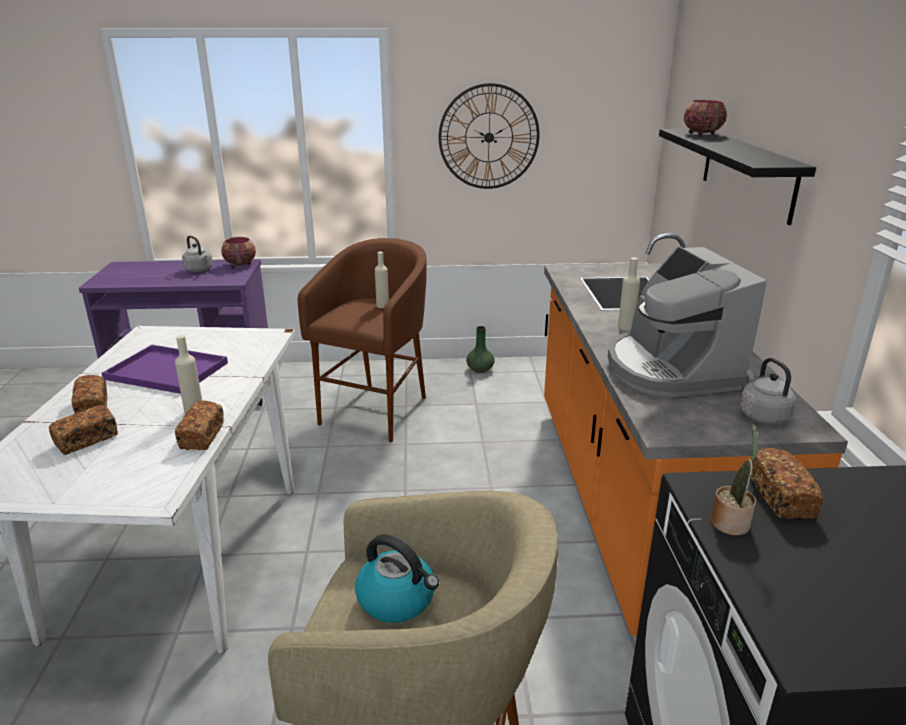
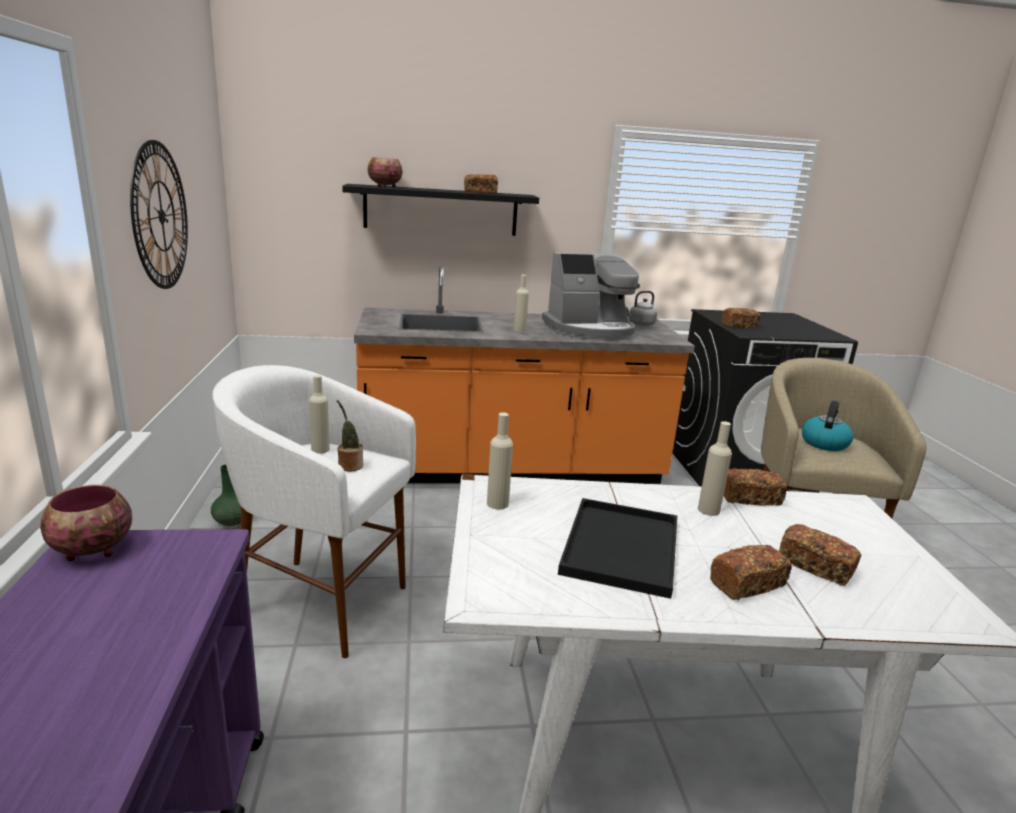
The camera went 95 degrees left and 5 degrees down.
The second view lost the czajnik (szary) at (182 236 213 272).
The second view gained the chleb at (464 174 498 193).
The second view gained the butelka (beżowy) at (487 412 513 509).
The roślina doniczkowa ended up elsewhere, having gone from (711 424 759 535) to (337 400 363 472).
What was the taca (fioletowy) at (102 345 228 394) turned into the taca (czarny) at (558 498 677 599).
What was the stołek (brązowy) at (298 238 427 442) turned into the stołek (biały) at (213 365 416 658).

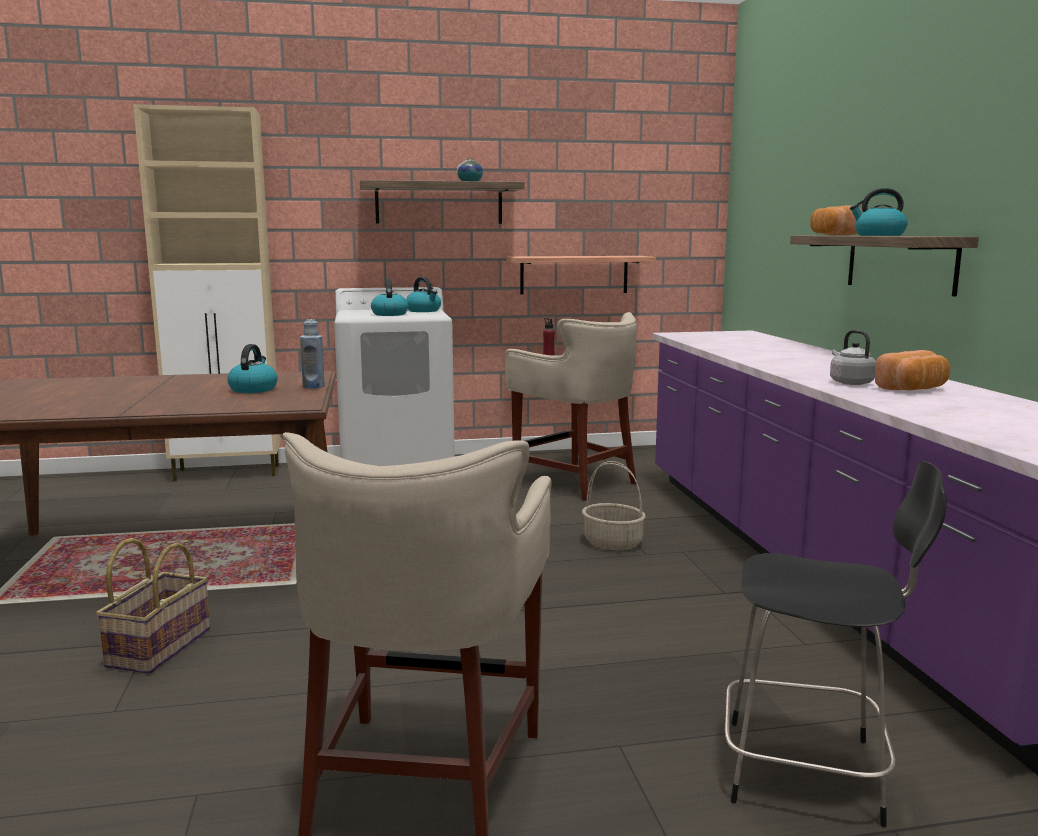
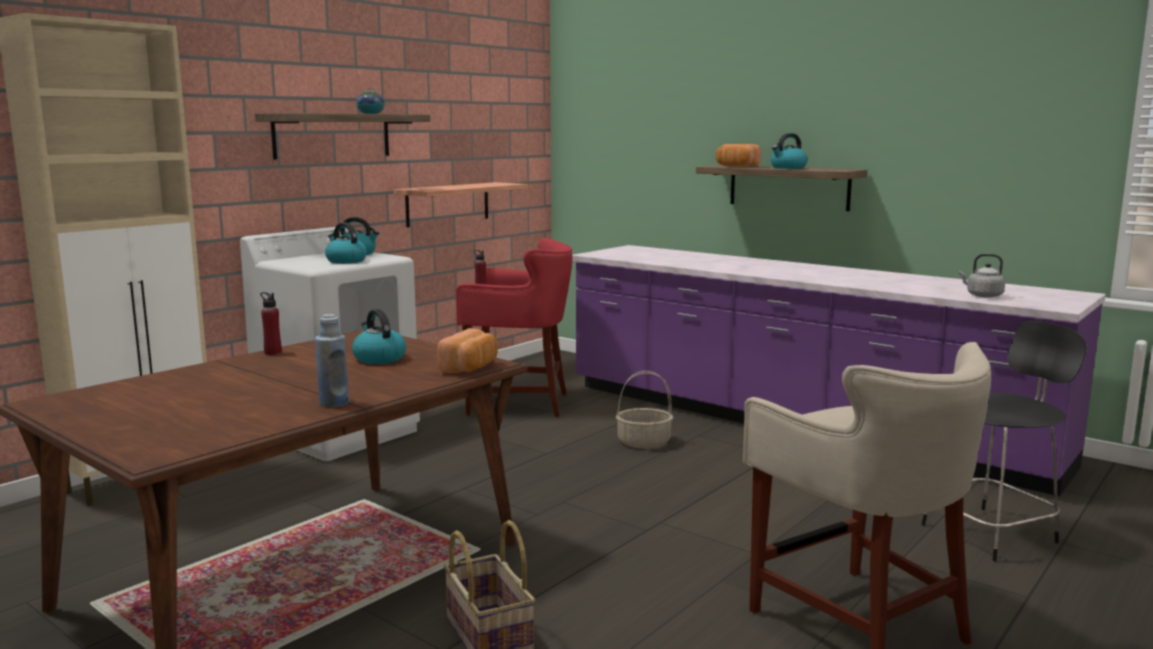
The camera went 40 degrees left and 0 degrees up.
The second view gained the butelka (czerwony) at (260 292 282 355).
The butelka (niebieski) ended up elsewhere, having gone from (300 319 325 389) to (315 314 349 407).
The czajnik (szary) ended up elsewhere, having gone from (830 330 876 385) to (959 254 1005 298).
The chleb ended up elsewhere, having gone from (875 350 950 391) to (437 328 498 373).
What was the stołek (beżowy) at (505 312 637 501) turned into the stołek (czerwony) at (456 238 572 417).

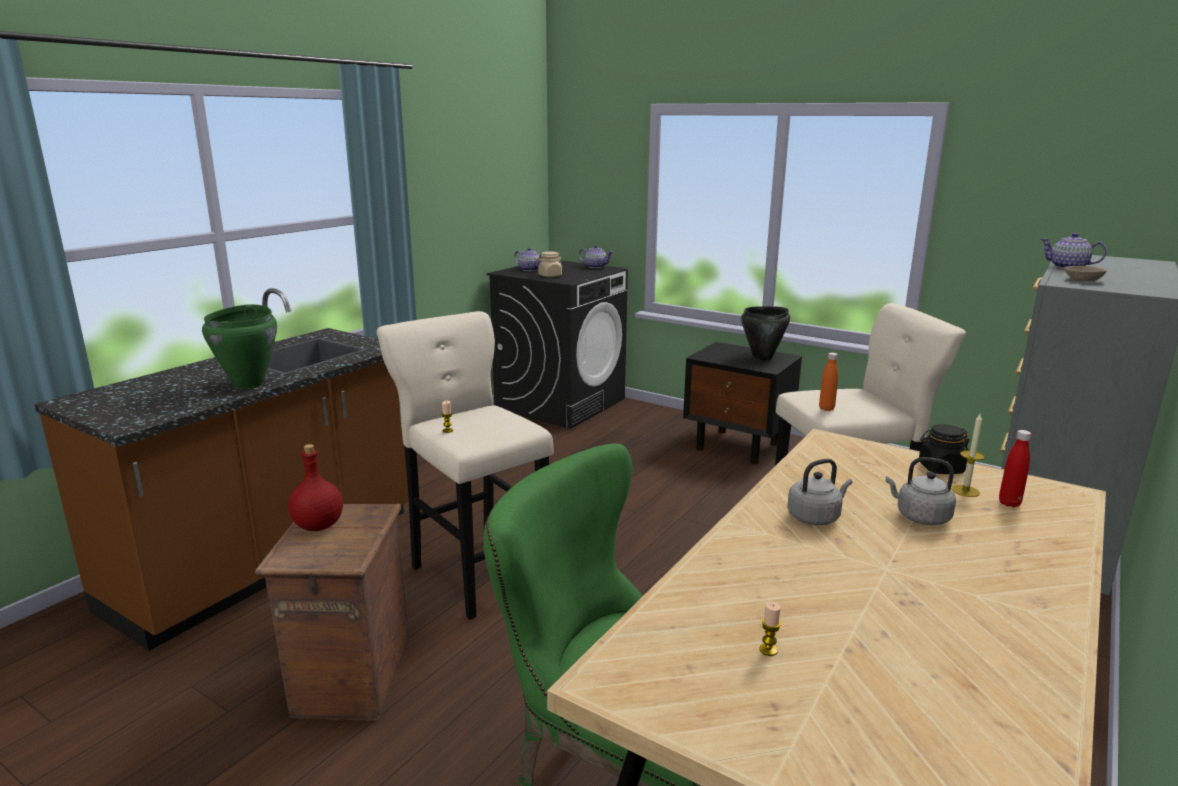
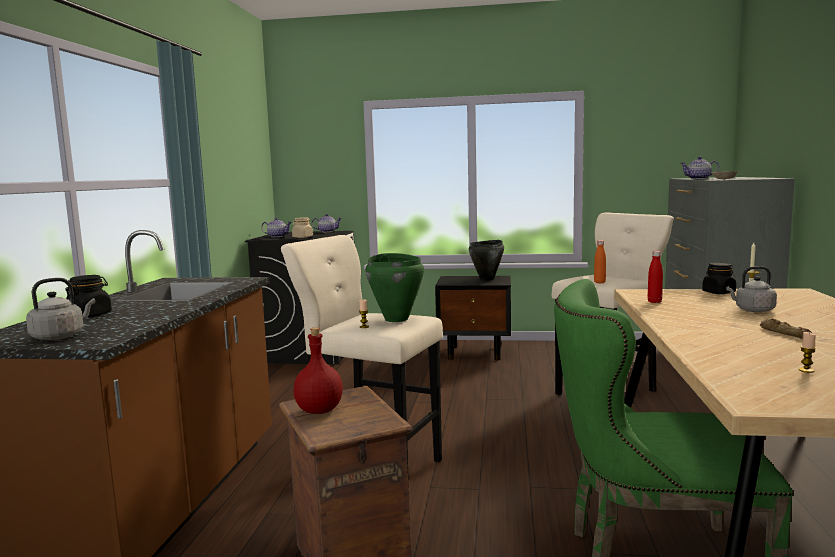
The camera went 25 degrees left and 10 degrees down.
The second view gained the słoik (czarny) at (65 275 112 317).
The second view gained the chleb at (760 318 812 339).
The garnek (zielony) ended up elsewhere, having gone from (202 304 277 389) to (366 253 424 322).
The czajnik (szary) ended up elsewhere, having gone from (787 459 852 525) to (26 278 95 340).
The butelka (czerwony) ended up elsewhere, having gone from (999 430 1032 507) to (648 251 663 303).

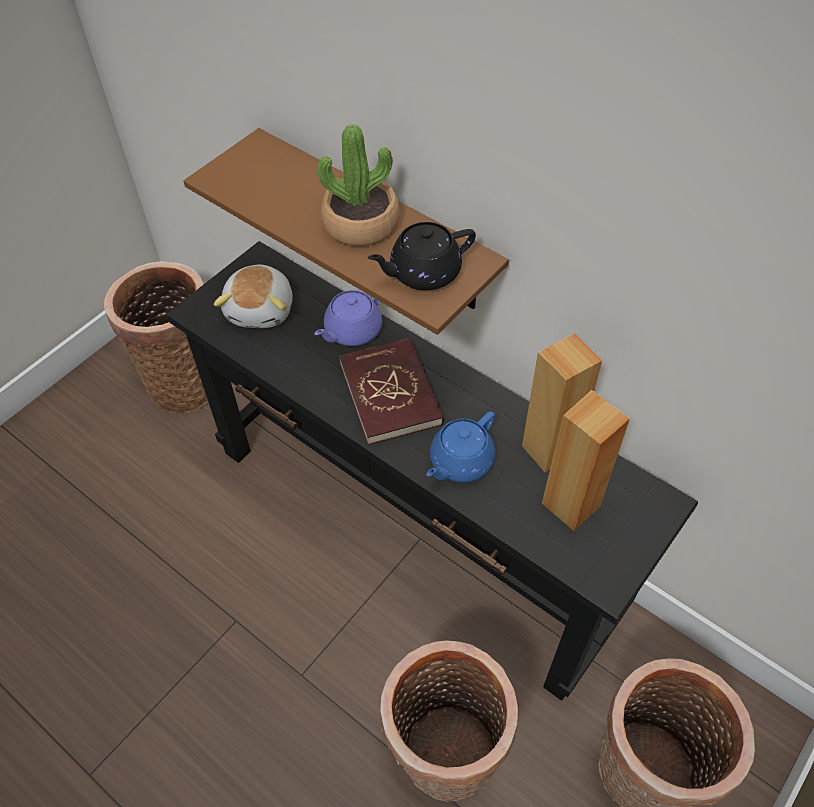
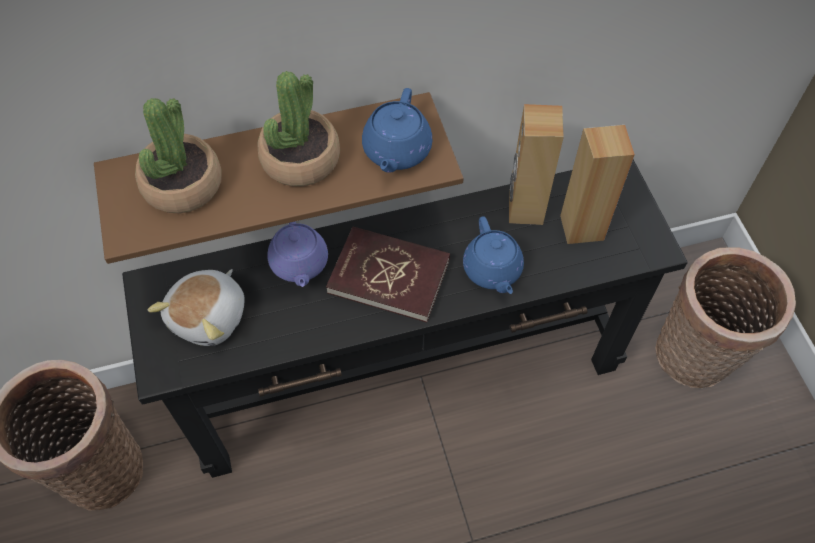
The camera went 55 degrees left and 5 degrees up.
The second view lost the koszyk at (380 640 519 802).
The second view gained the roślina doniczkowa at (135 98 222 213).
What was the imbryk (czarny) at (368 222 476 290) turned into the imbryk (niebieski) at (362 88 432 173).
The pluszak at (214 265 292 328) ended up facing another way, 75 degrees clockwise from before.

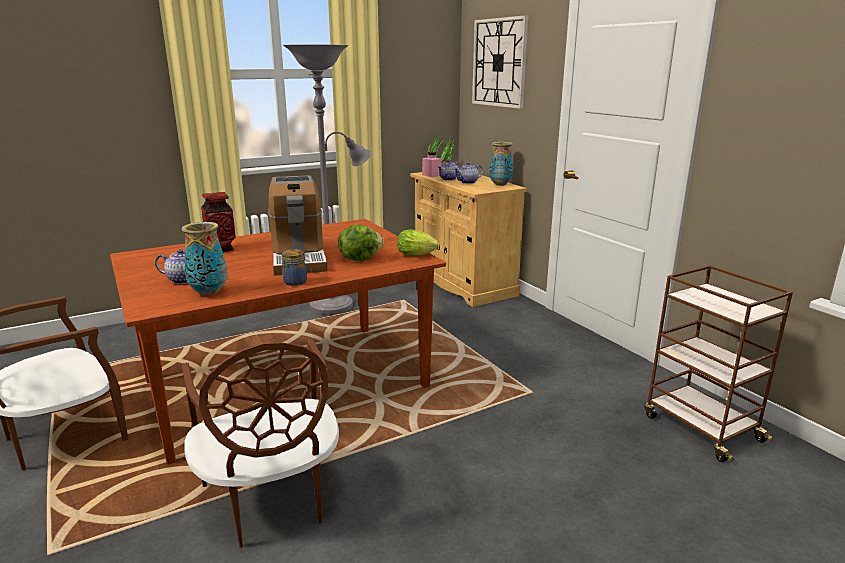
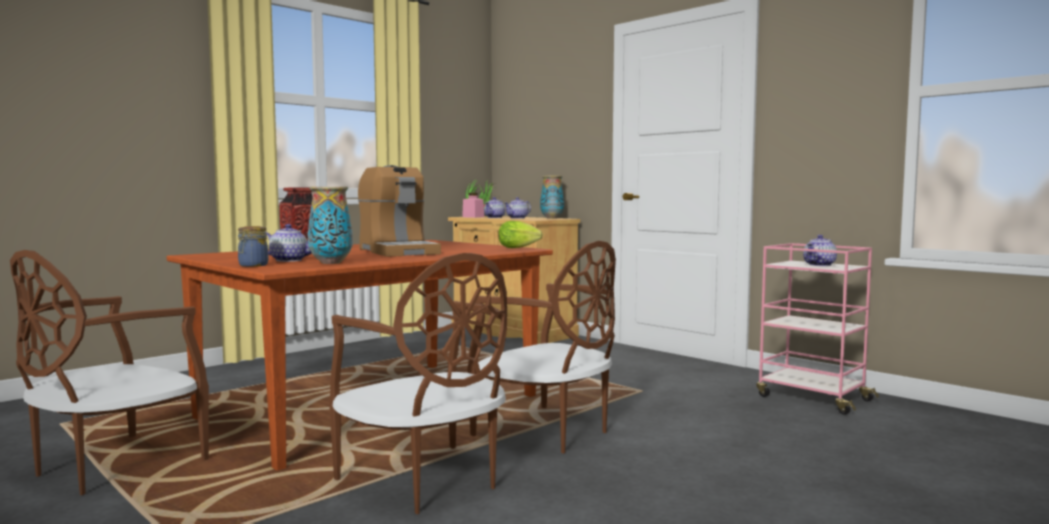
The camera went 15 degrees left and 15 degrees down.
The second view lost the lampa stojąca (szary) at (283 44 371 315).
The second view lost the sałata at (338 225 384 261).
The second view lost the zegar ścienny at (472 15 528 109).
The second view gained the krzesło (brązowy) at (467 241 616 454).
The second view gained the imbryk at (803 235 837 266).
The słoik ended up elsewhere, having gone from (282 249 307 286) to (238 226 268 267).
What was the wózek (brązowy) at (645 265 793 462) turned into the wózek (różowy) at (756 243 879 415).

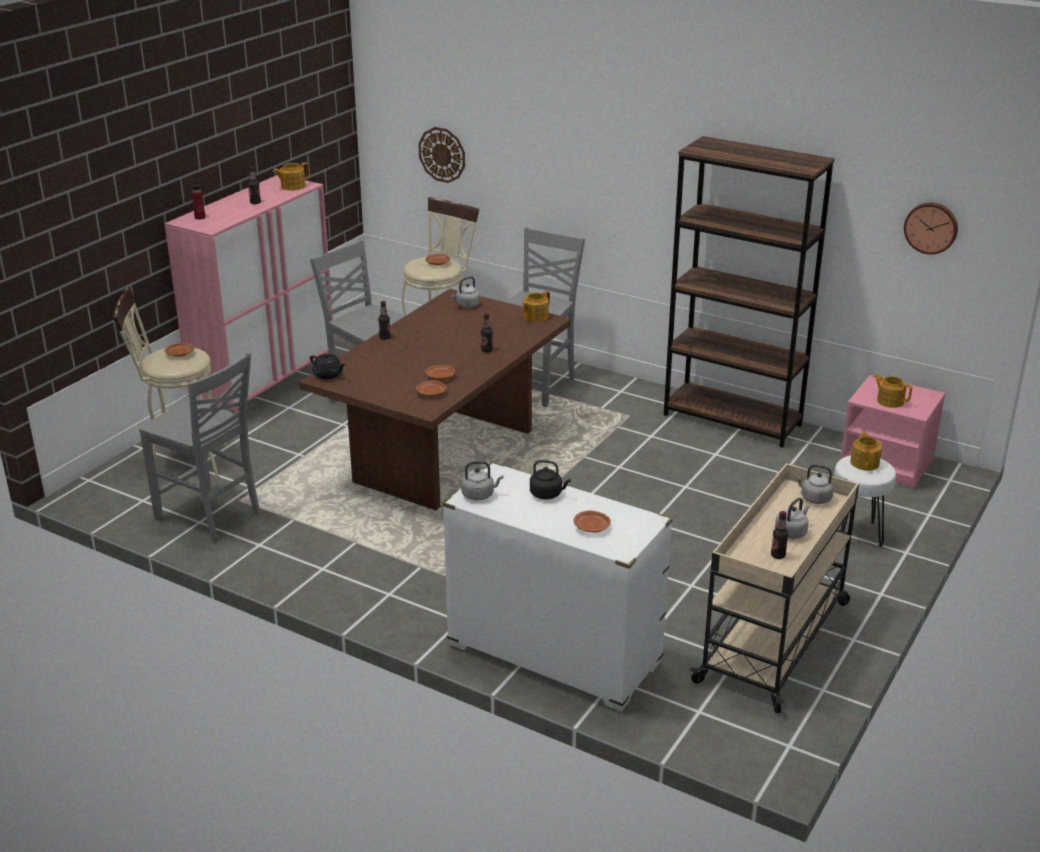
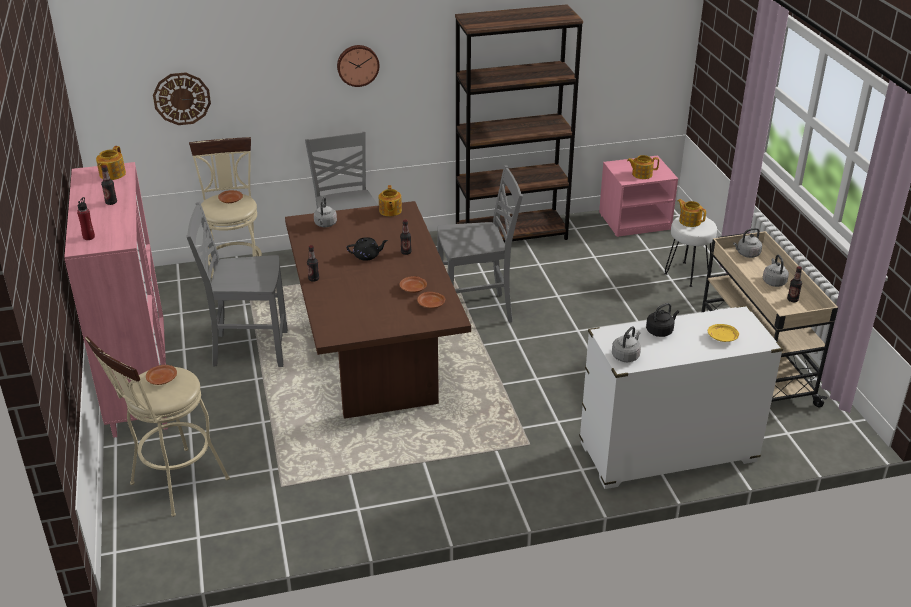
The camera went 45 degrees left and 5 degrees up.
The krzesło (szary) ended up elsewhere, having gone from (139 352 260 543) to (437 165 523 322).
The imbryk (czarny) ended up elsewhere, having gone from (310 354 345 379) to (346 237 388 261).
The zegar ścienny ended up elsewhere, having gone from (904 202 958 255) to (337 45 379 87).
What was the talerz (brązowy) at (574 511 611 533) turned into the talerz (żółty) at (708 324 739 342).

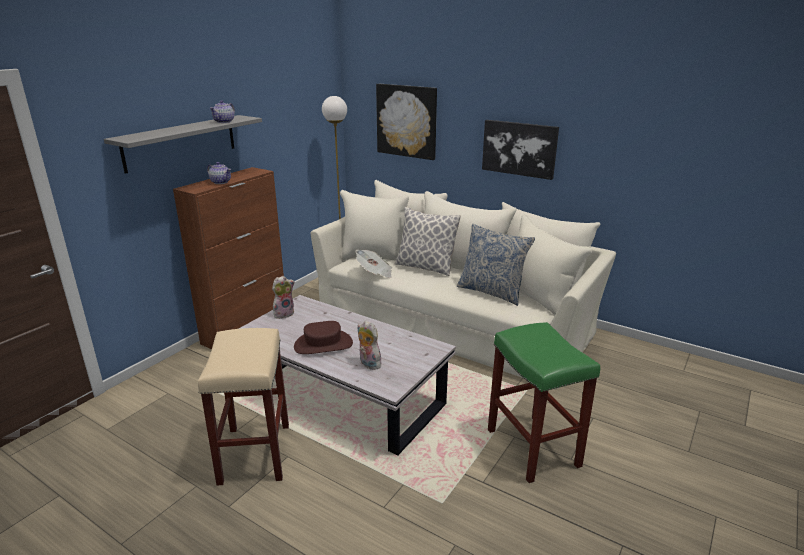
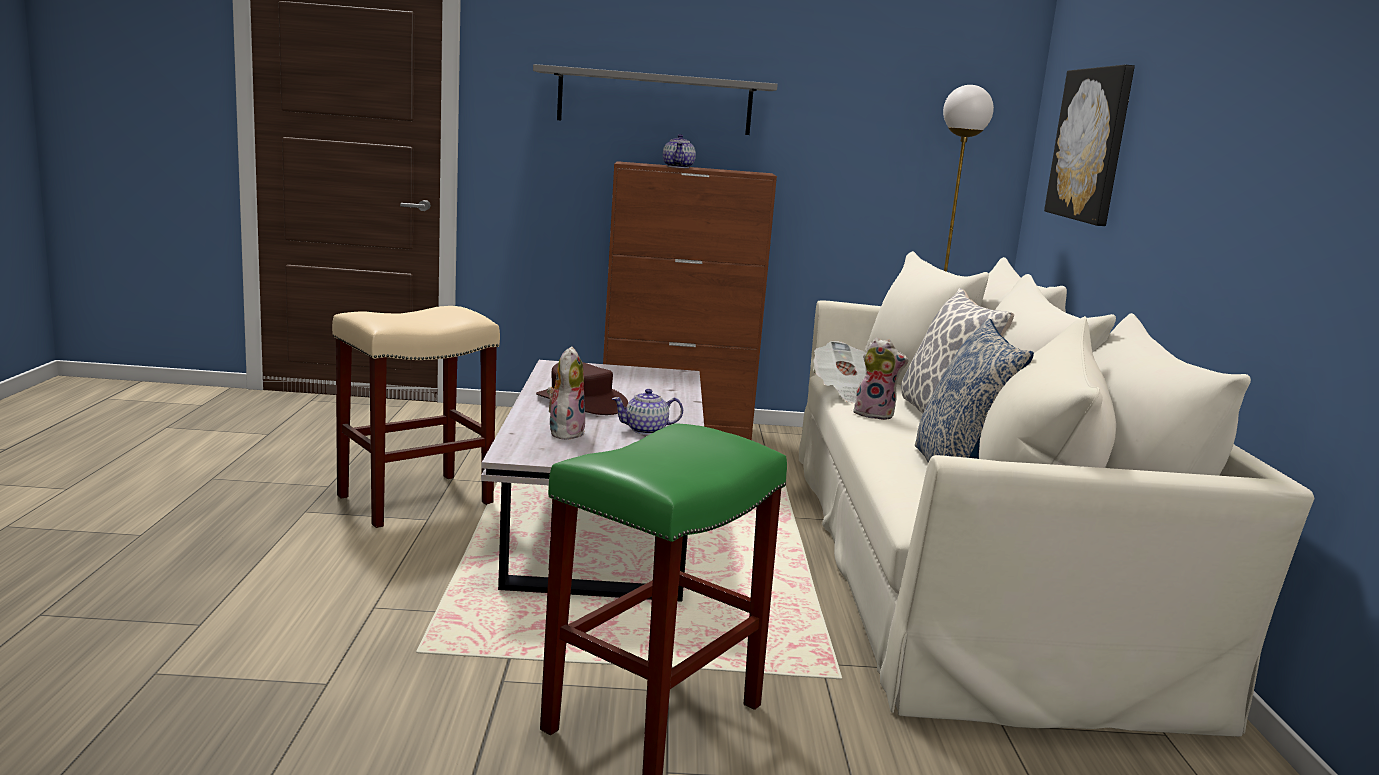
The camera went 55 degrees right and 10 degrees down.
The second view lost the obraz at (482 120 559 180).
The imbryk ended up elsewhere, having gone from (210 100 235 123) to (612 389 683 435).
The pluszak ended up elsewhere, having gone from (272 276 295 319) to (853 338 909 420).

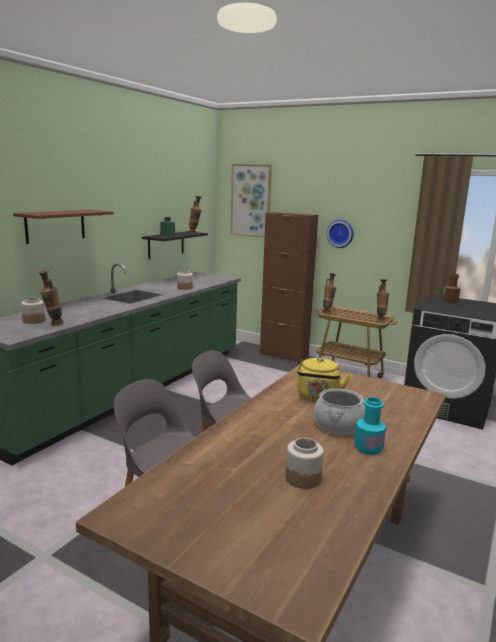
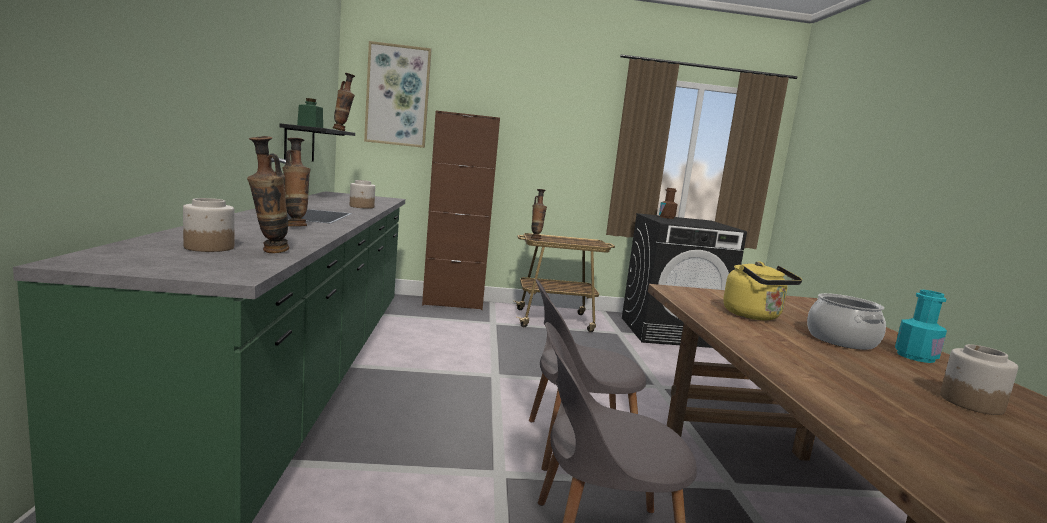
The camera went 35 degrees left and 5 degrees down.
The second view lost the półka (brązowy) at (13 210 114 244).
The second view lost the zegar ścienny at (327 220 354 248).
The wazon ended up elsewhere, having gone from (377 279 389 321) to (283 138 310 226).

